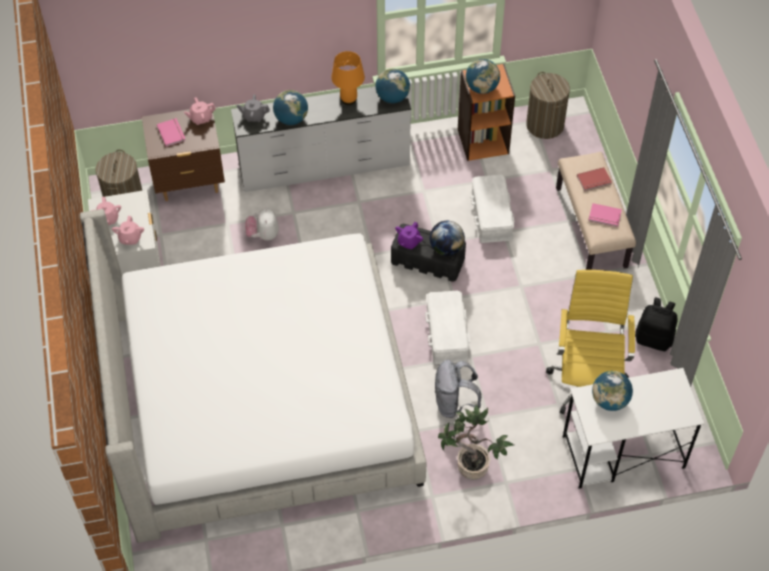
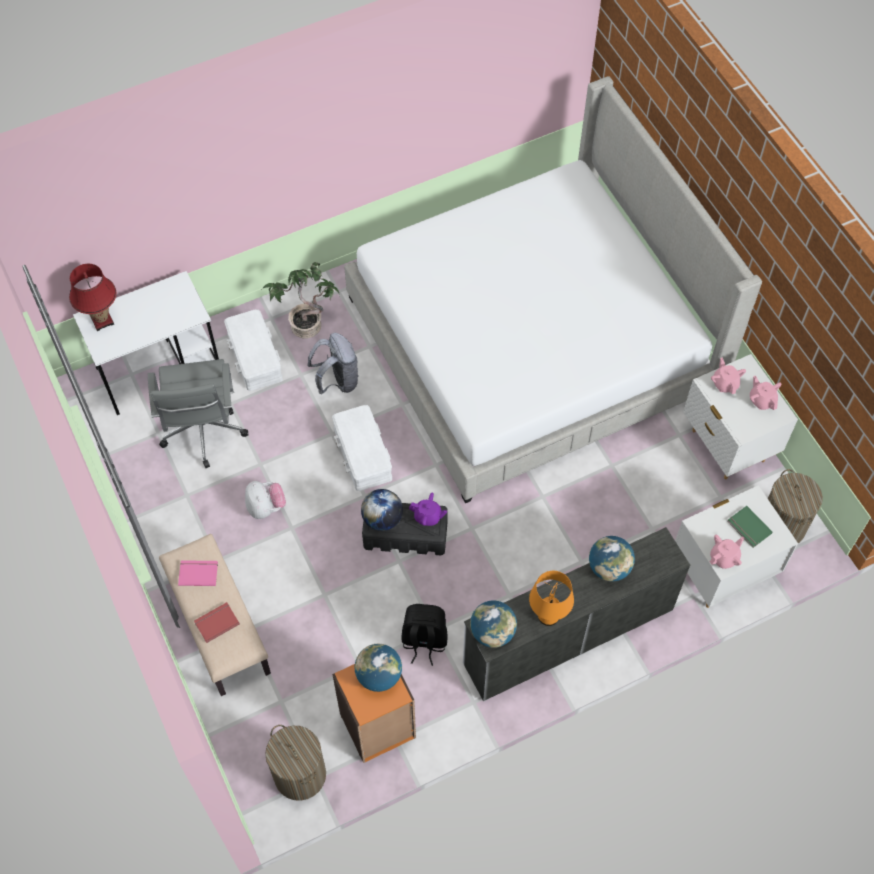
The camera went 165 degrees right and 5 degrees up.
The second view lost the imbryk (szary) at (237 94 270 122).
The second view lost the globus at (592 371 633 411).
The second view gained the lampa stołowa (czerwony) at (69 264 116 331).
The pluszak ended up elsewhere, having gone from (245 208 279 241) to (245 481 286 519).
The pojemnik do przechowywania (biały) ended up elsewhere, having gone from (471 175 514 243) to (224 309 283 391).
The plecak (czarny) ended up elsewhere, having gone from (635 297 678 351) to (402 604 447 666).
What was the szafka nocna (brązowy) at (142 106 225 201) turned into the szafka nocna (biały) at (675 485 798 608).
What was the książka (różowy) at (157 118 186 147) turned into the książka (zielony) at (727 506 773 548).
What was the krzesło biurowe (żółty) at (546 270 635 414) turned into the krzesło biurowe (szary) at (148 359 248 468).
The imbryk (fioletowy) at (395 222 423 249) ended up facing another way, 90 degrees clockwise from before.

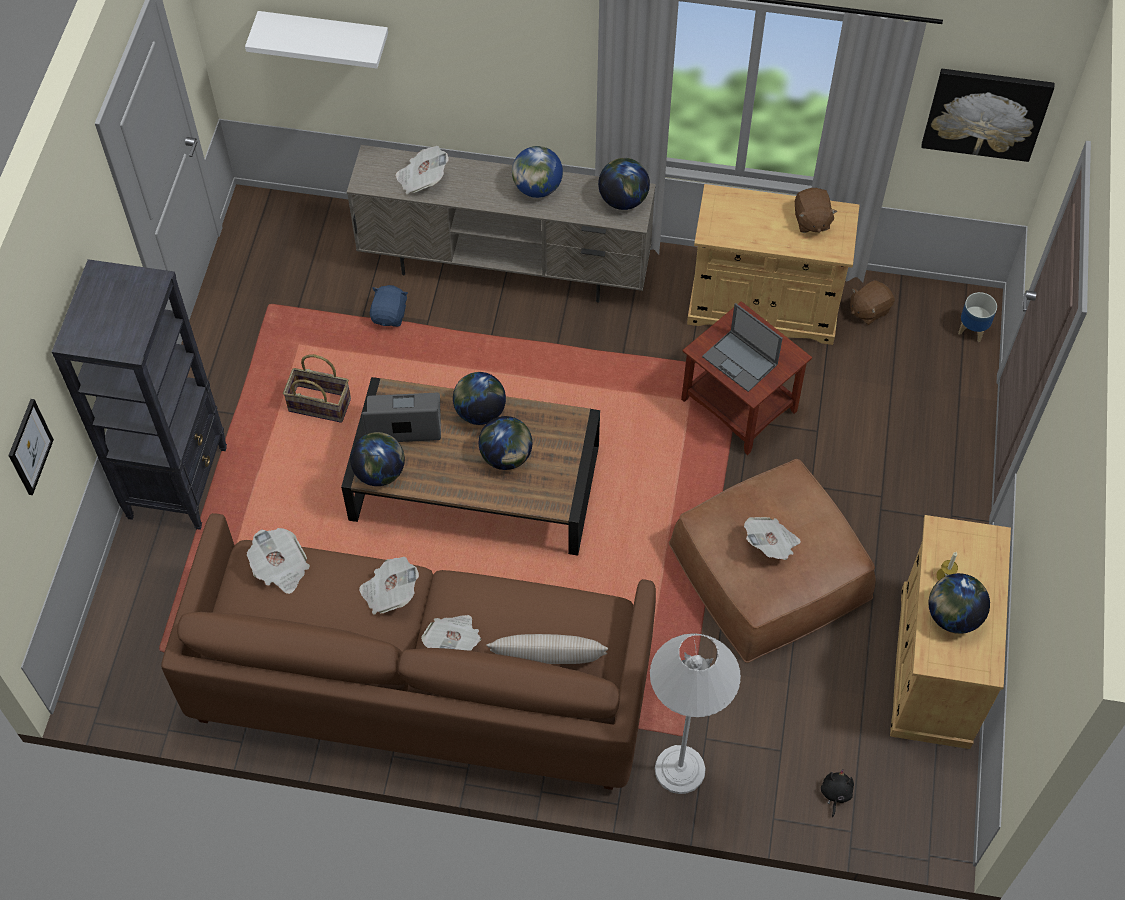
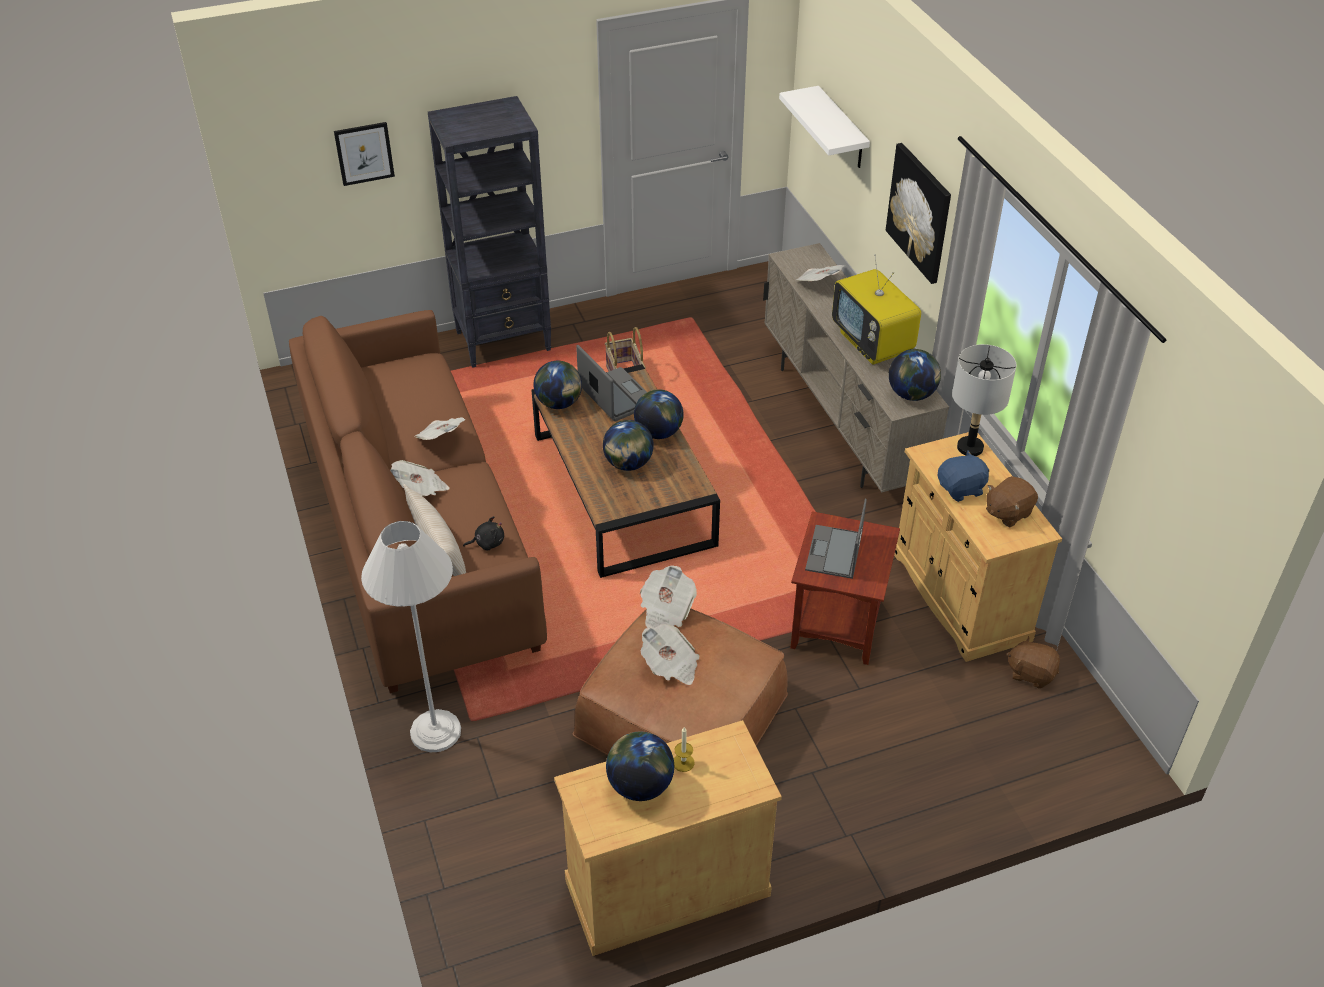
The camera went 60 degrees right and 15 degrees down.
The second view lost the donica at (958 292 997 342).
The second view gained the lampa stołowa (szary) at (952 344 1016 456).
The gazeta ended up elsewhere, having gone from (247 528 310 594) to (640 565 697 628).
The pluszak (niebieski) ended up elsewhere, having gone from (370 285 408 327) to (938 450 989 502).
The pluszak (czarny) ended up elsewhere, having gone from (821 769 854 817) to (463 516 504 551).
The obraz ended up elsewhere, having gone from (921 69 1054 162) to (886 143 951 284).
Where the globus stood at (512 146 563 198), the telewizor came to stand at (832 254 921 365).

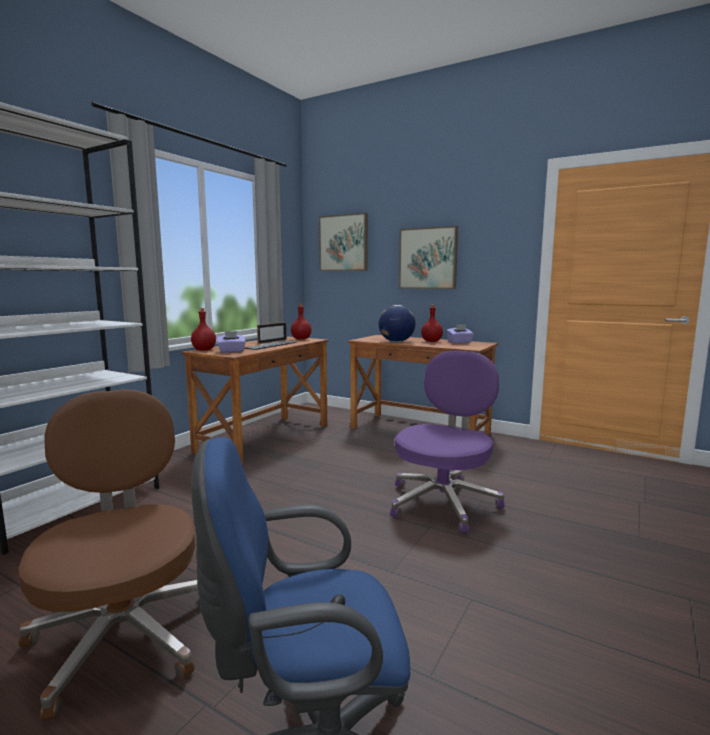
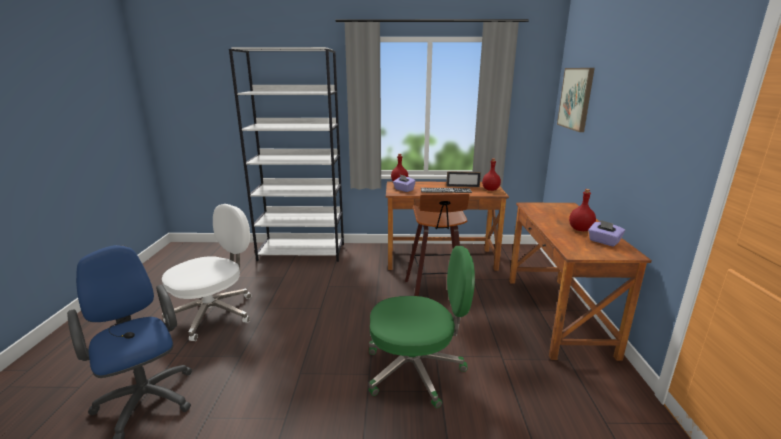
The camera went 60 degrees right and 10 degrees up.
The second view lost the globus at (378 305 416 342).
The second view lost the obraz at (399 226 458 289).
The second view gained the stołek at (405 193 469 296).
What was the krzesło biurowe (brązowy) at (18 389 199 721) turned into the krzesło biurowe (biały) at (162 204 252 341).
What was the krzesło biurowe (fioletowy) at (390 350 505 533) turned into the krzesło biurowe (zielony) at (369 246 475 408).

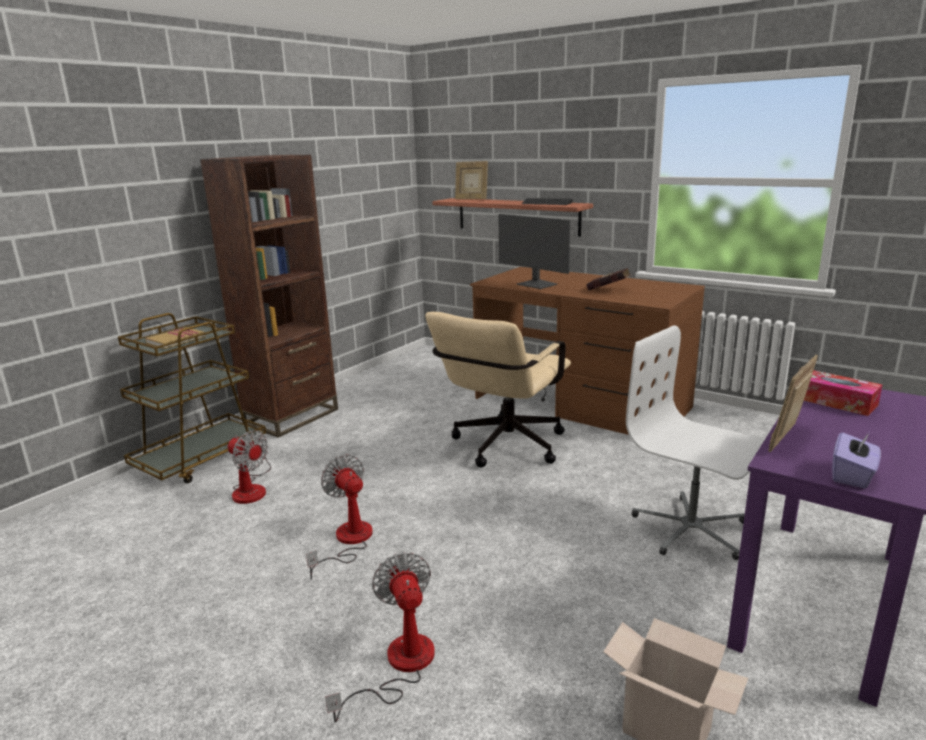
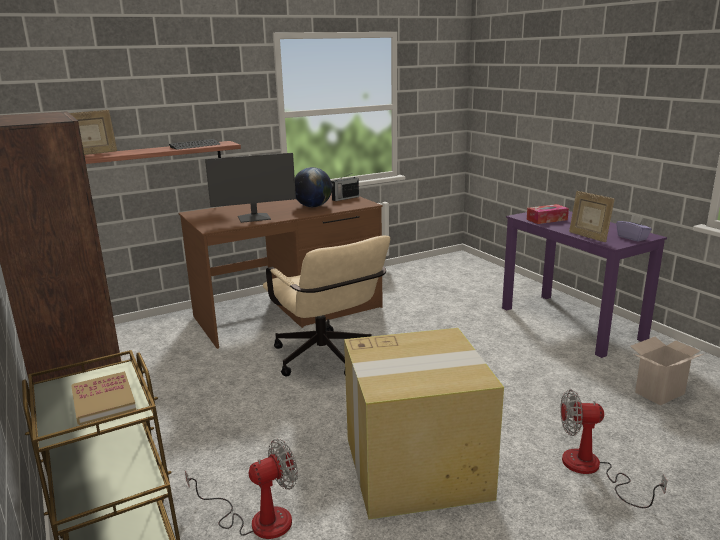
The camera went 65 degrees left and 0 degrees up.
The second view lost the krzesło biurowe (biały) at (626 325 764 560).
The second view gained the radio at (331 172 359 201).
Where the wentylator stood at (306 455 373 579), the karton came to stand at (344 328 504 519).
Where the książka (czerwony) stood at (586 268 632 291), the globus came to stand at (295 167 332 207).

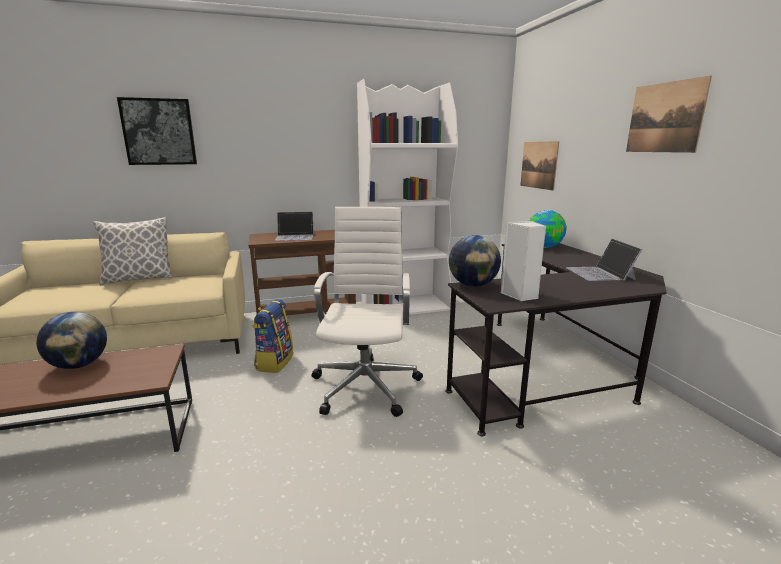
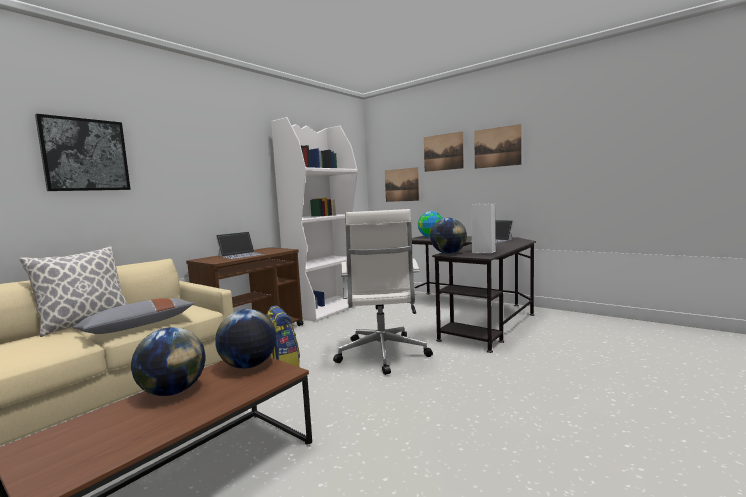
The camera went 35 degrees left and 10 degrees down.
The second view gained the poduszka (szary) at (72 298 195 334).
The second view gained the globus at (215 309 276 369).
The second view gained the obraz at (424 131 464 172).
The krzesło biurowe (biały) at (311 207 423 417) ended up facing another way, 150 degrees counterclockwise from before.

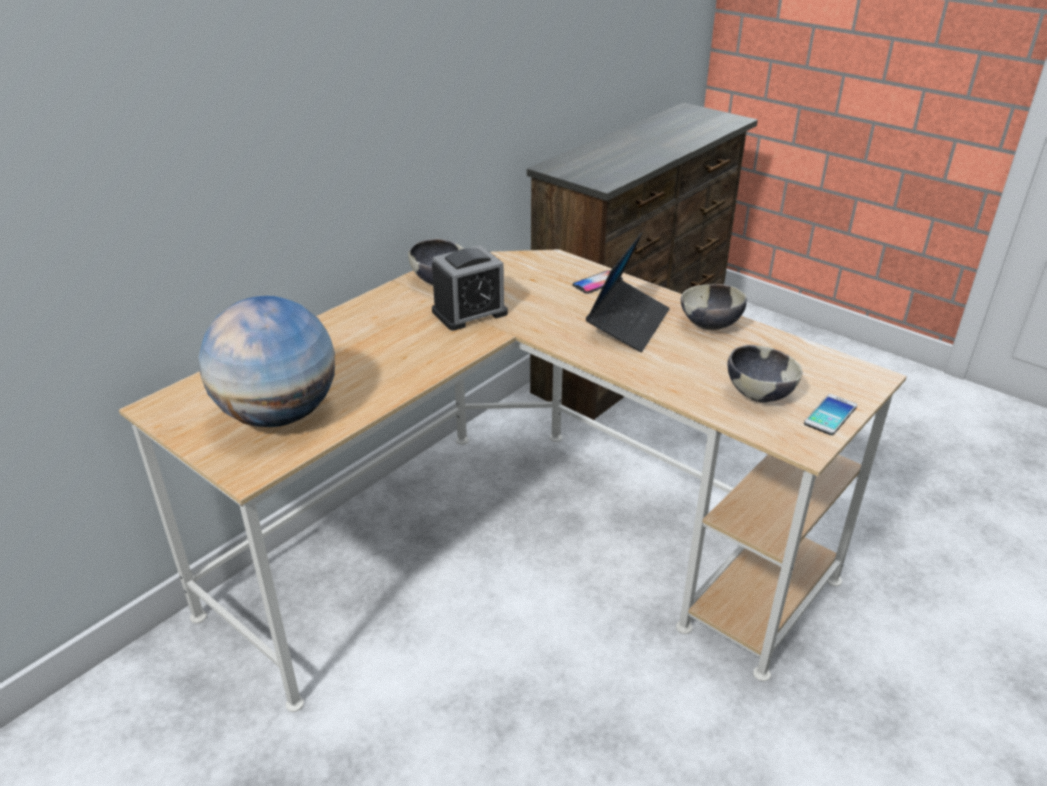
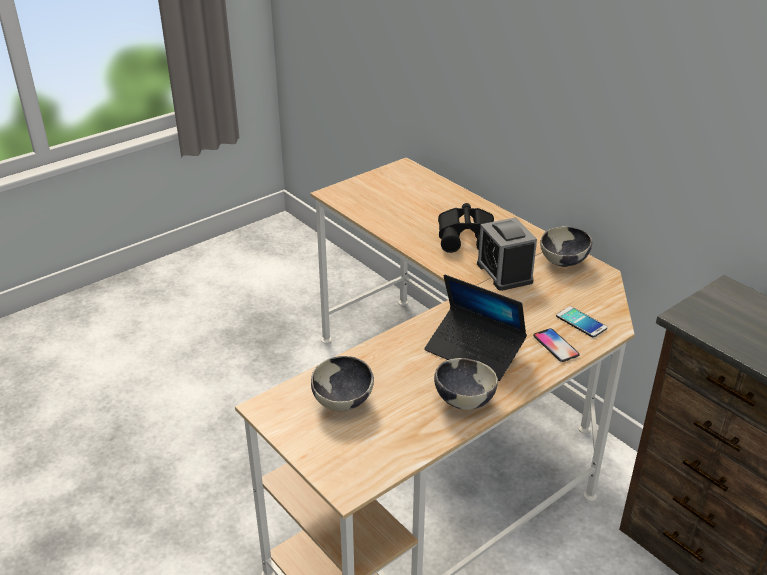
The camera went 100 degrees right and 0 degrees up.
The second view lost the globus at (199 296 335 427).
The second view gained the lornetka (czarny) at (438 203 494 253).
The telefon ended up elsewhere, having gone from (804 394 857 435) to (556 306 607 338).

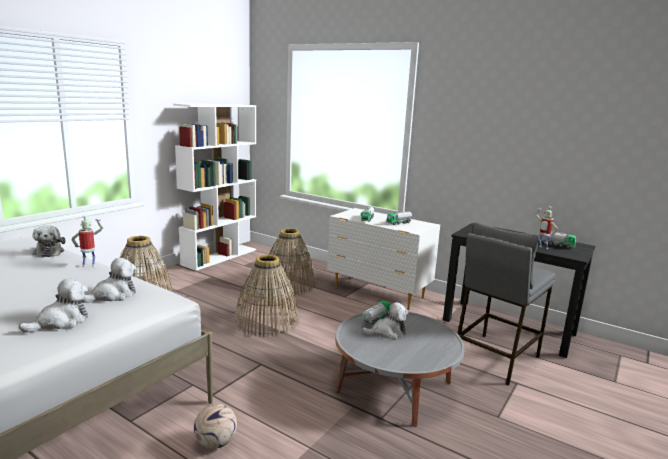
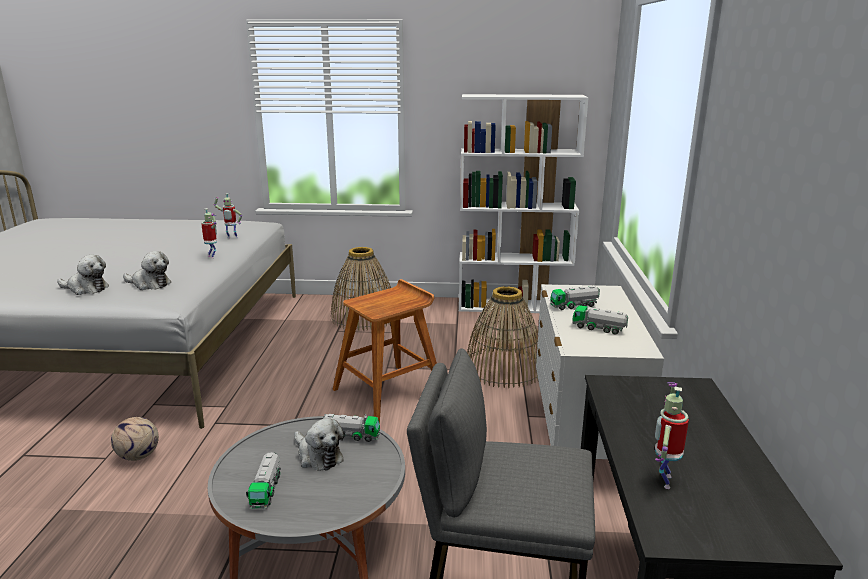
The camera went 60 degrees right and 5 degrees up.
The ciężarówka zabawkowa ended up elsewhere, having gone from (541 232 576 248) to (246 452 281 509).
Where the pluszak stood at (32 225 65 257), the robot zabawkowy came to stand at (214 193 242 238).
Where the koszyk stood at (235 255 299 337), the stołek (brązowy) came to stand at (332 279 437 423).

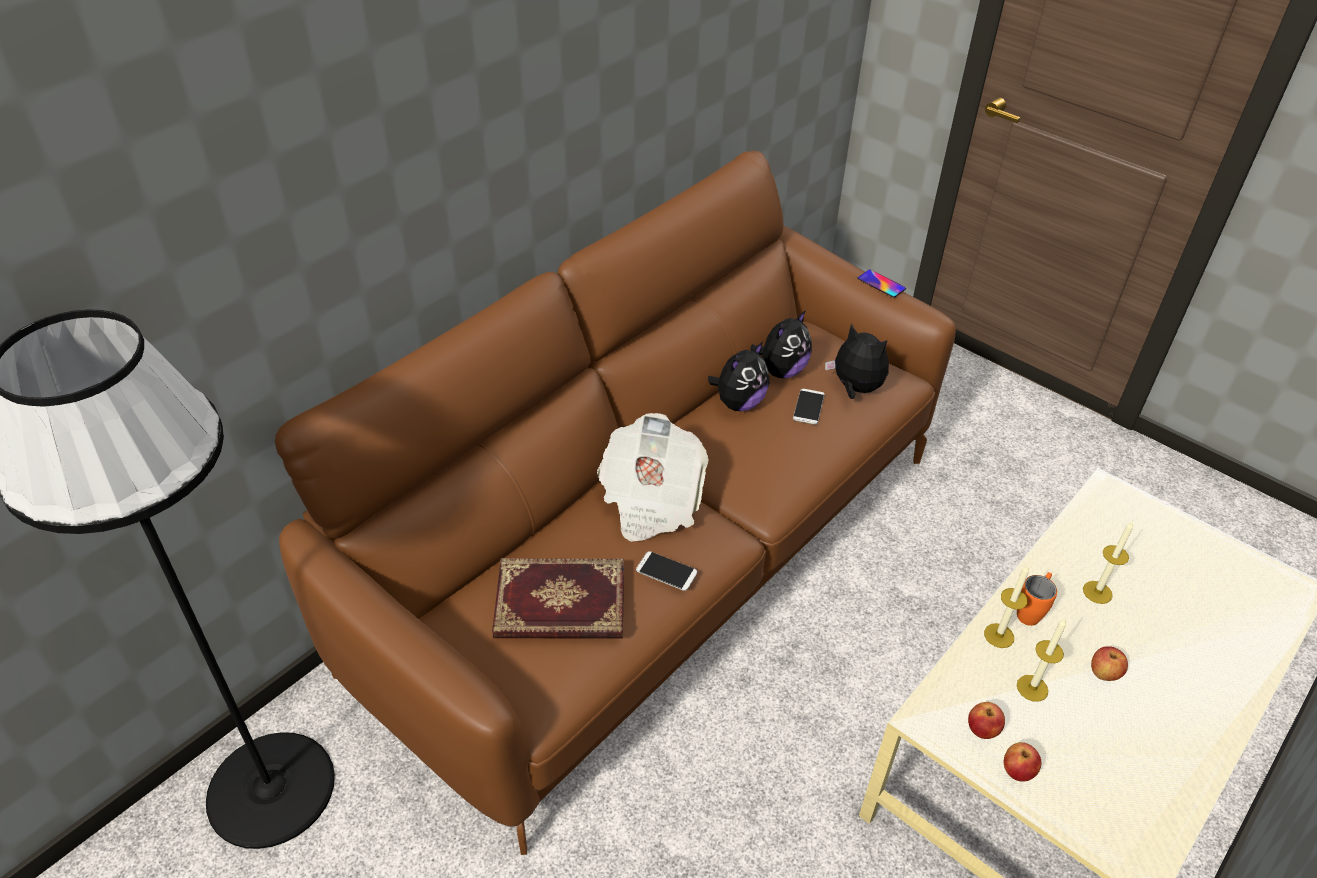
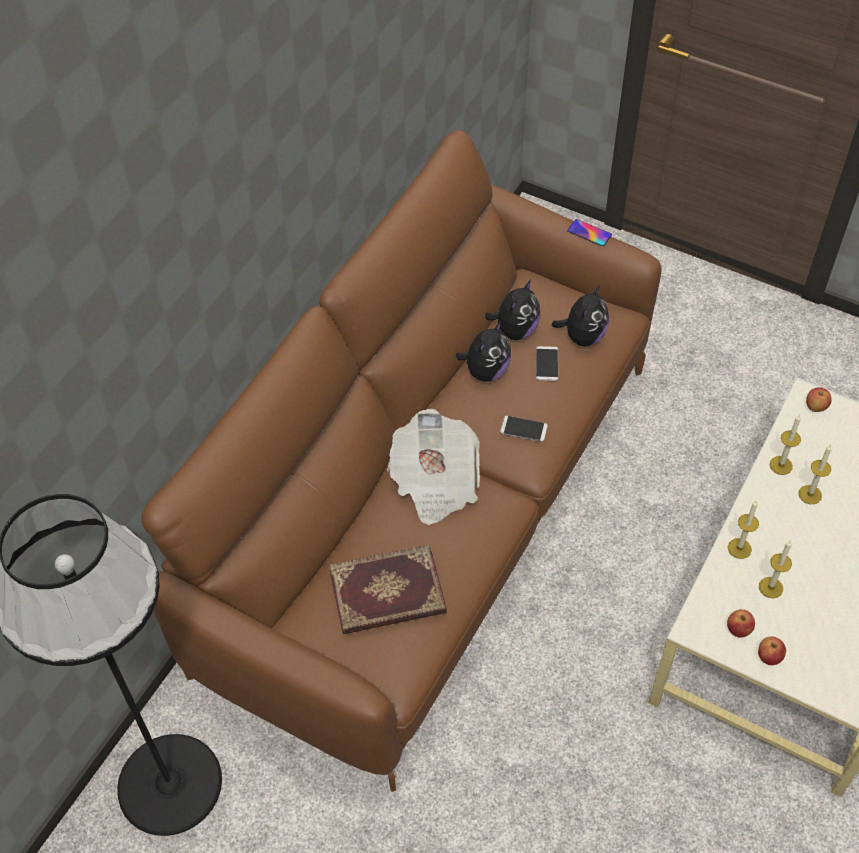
The camera went 10 degrees left and 10 degrees up.
The second view lost the kubek (pomarańczowy) at (1017 572 1057 626).
The second view gained the świeca at (770 415 801 475).
The telefon ended up elsewhere, having gone from (636 551 697 591) to (500 416 548 442).
The jabłko ended up elsewhere, having gone from (1091 646 1128 681) to (806 387 832 412).
The pluszak at (825 323 889 399) ended up facing another way, 90 degrees clockwise from before.

